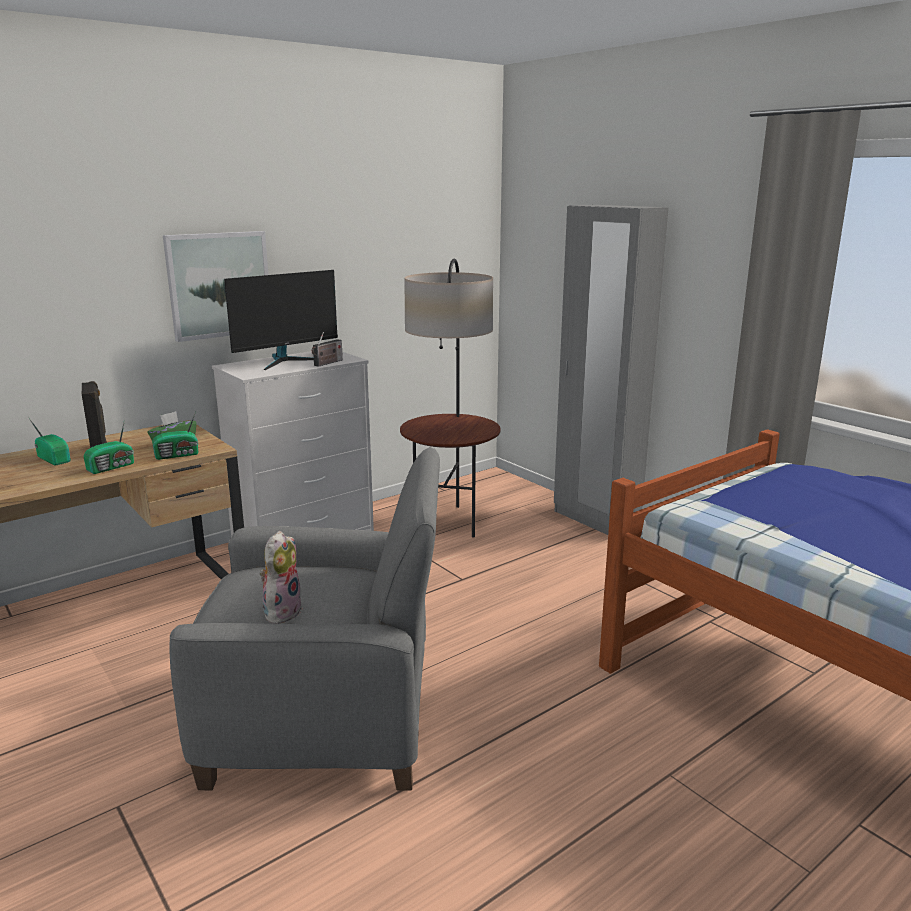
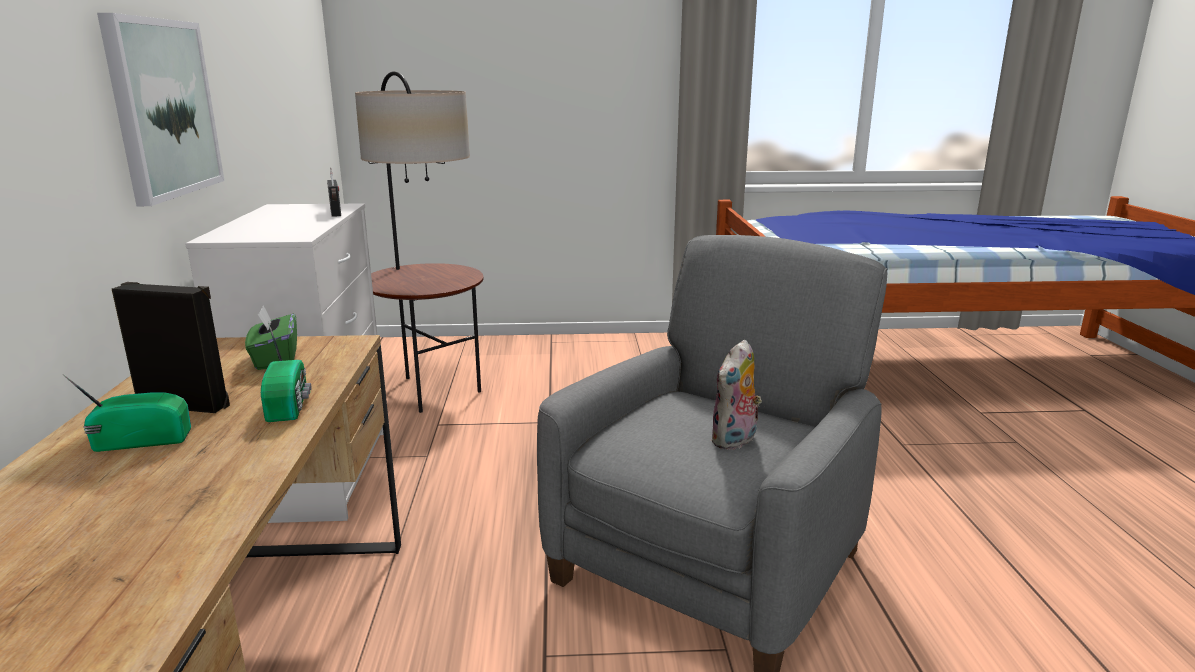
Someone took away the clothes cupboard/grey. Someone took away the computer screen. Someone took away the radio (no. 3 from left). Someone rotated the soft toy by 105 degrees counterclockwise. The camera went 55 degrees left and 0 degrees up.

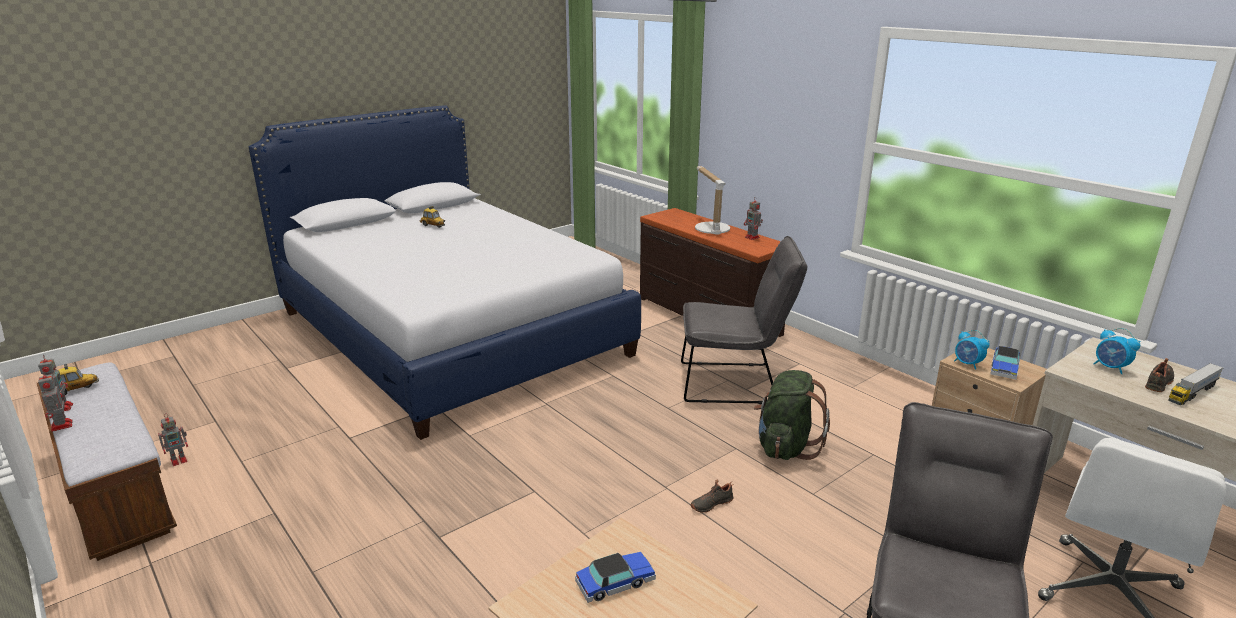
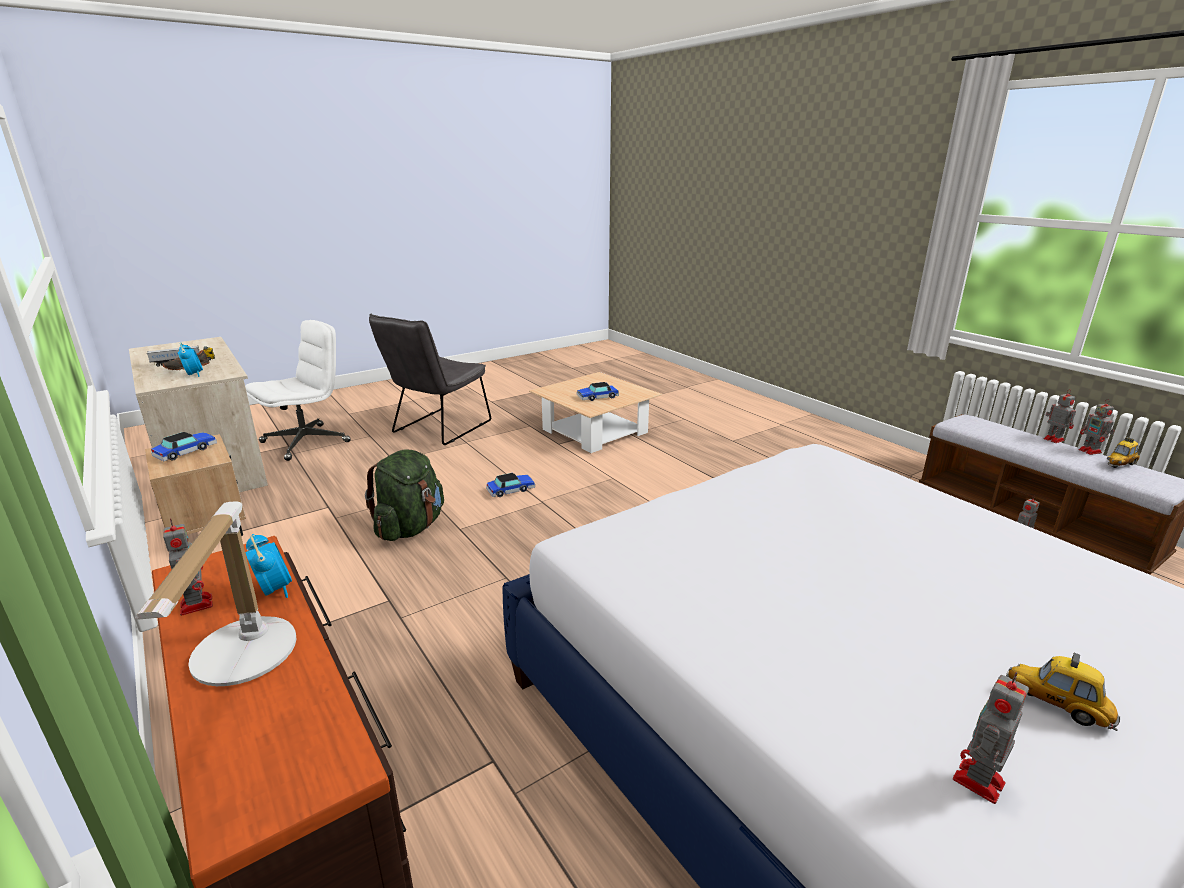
Someone took away the upright chair/grey (no. 1 from left). Someone carried the bedside clock (no. 1 from left in the first image). Someone swapped the shoe/blackish (no. 1 from left) for the miniature car (no. 2 from left). Someone put down the robot figure (no. 2 from left). The camera went 175 degrees left and 0 degrees up.

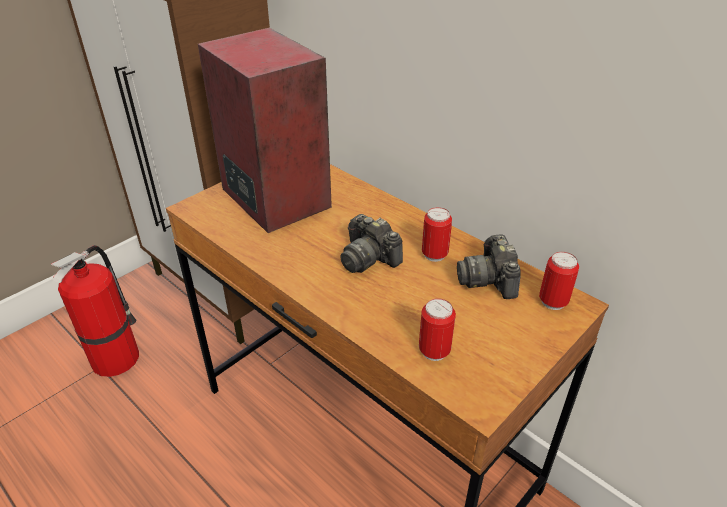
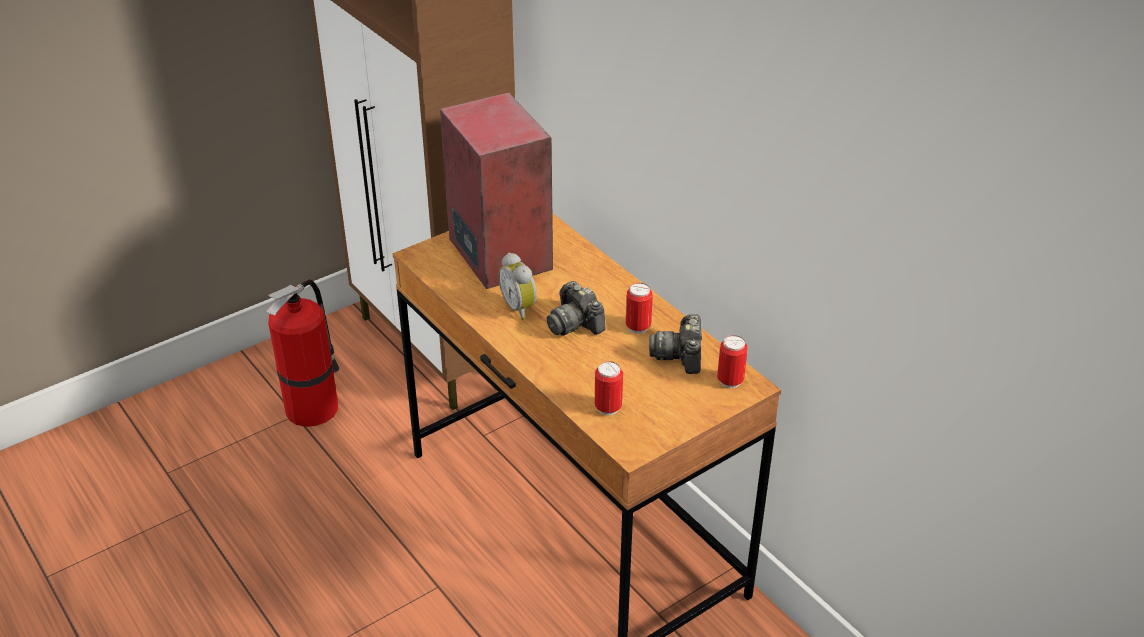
Someone put down the bedside clock. The camera went 10 degrees right and 0 degrees up.

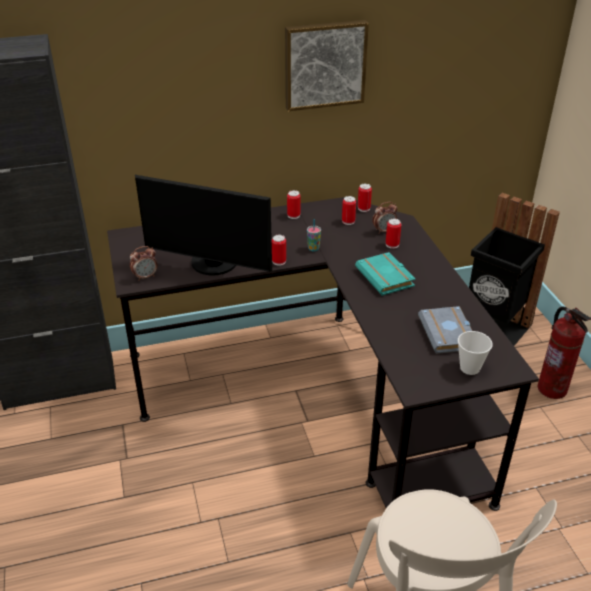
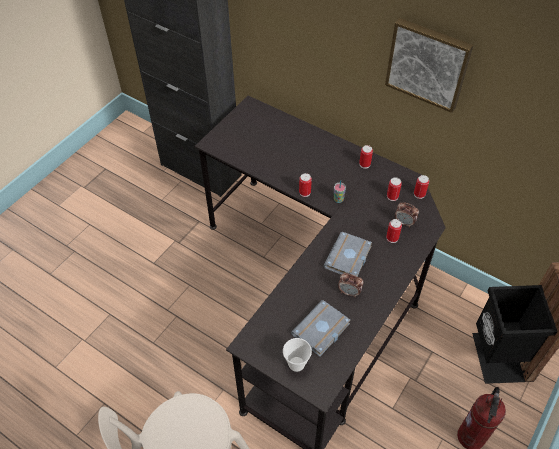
Someone took away the computer screen. Someone carried the bedside clock (no. 1 from left). Someone repainted the book/turquoise, which became the book/grey (no. 2 from left). The camera went 50 degrees right and 15 degrees up.

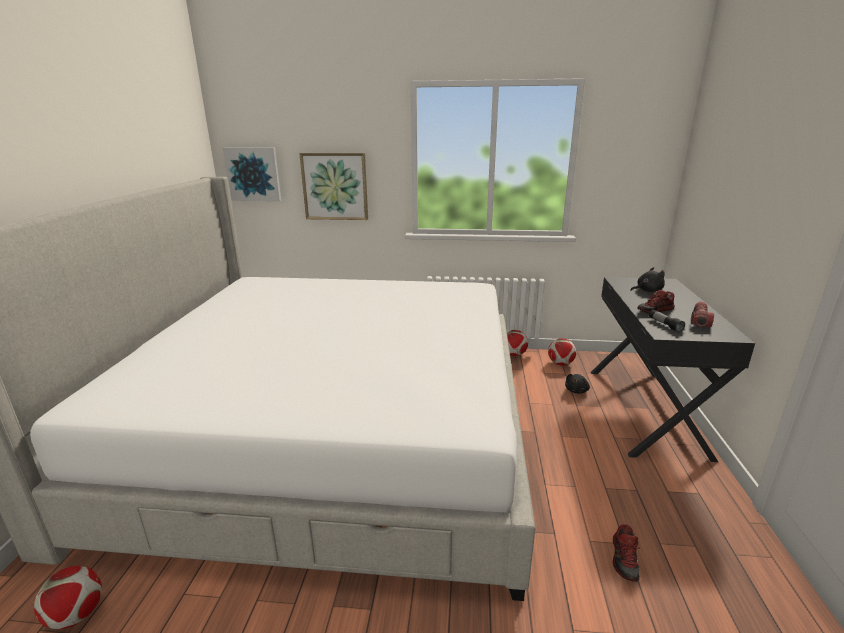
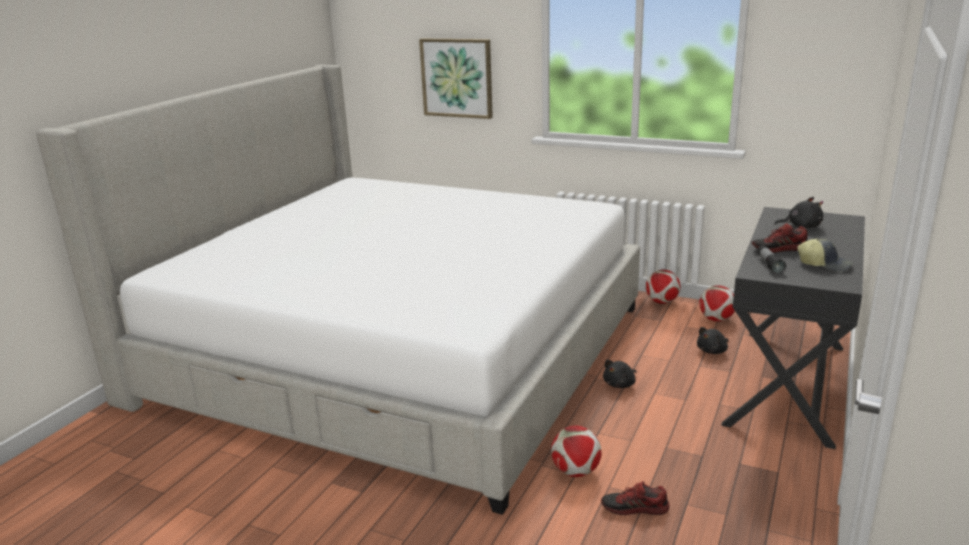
Someone took away the picture (no. 1 from left). Someone swapped the torch (no. 2 from left) for the peaked cap. Someone rotated the shoe (no. 1 from left) by 60 degrees clockwise. Someone carried the football ball (no. 1 from left). Someone put down the soft toy/blackish (no. 1 from left). The camera went 20 degrees right and 0 degrees up.

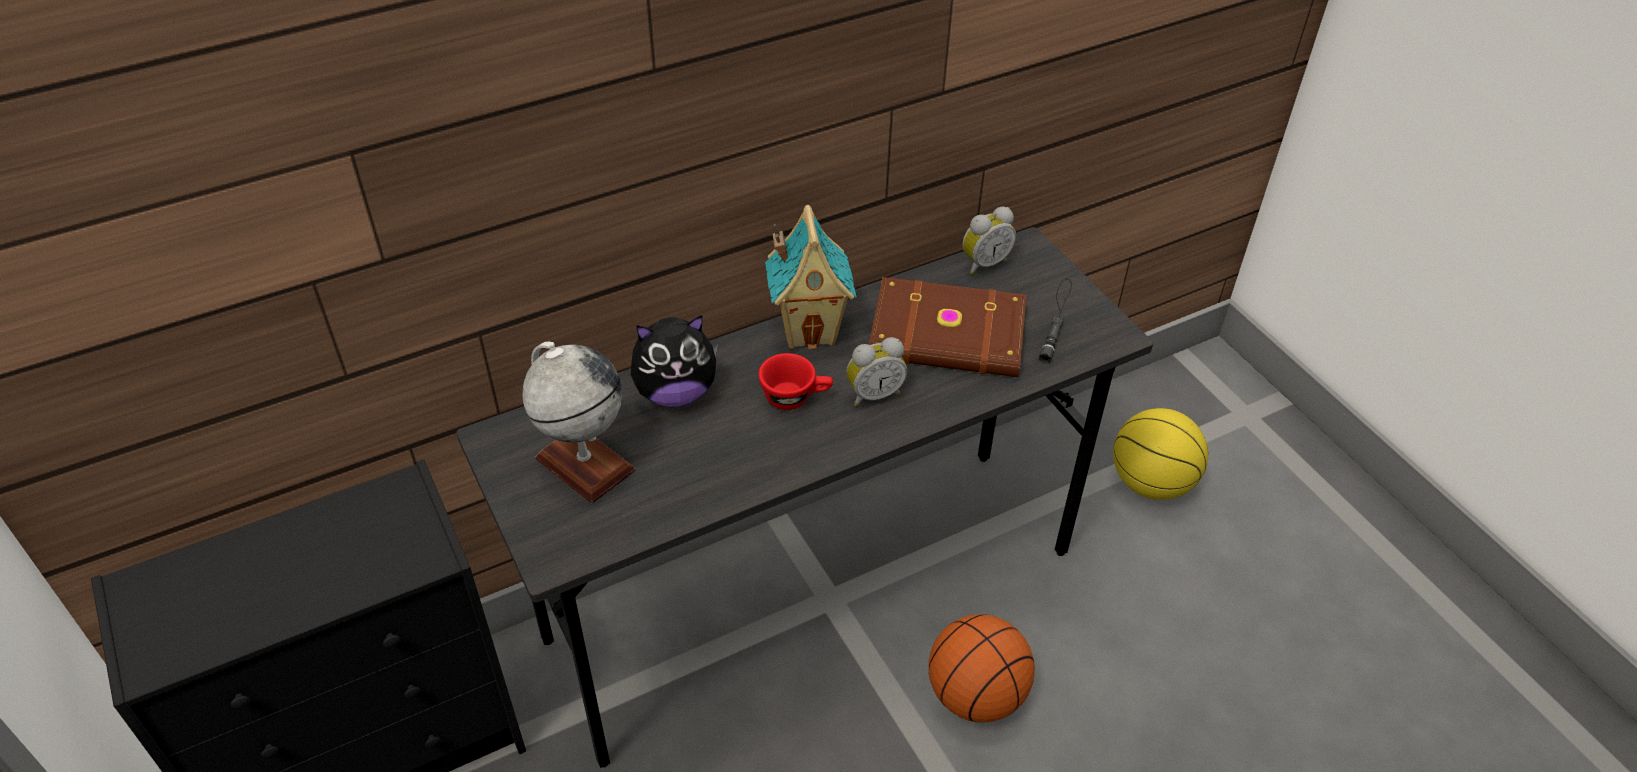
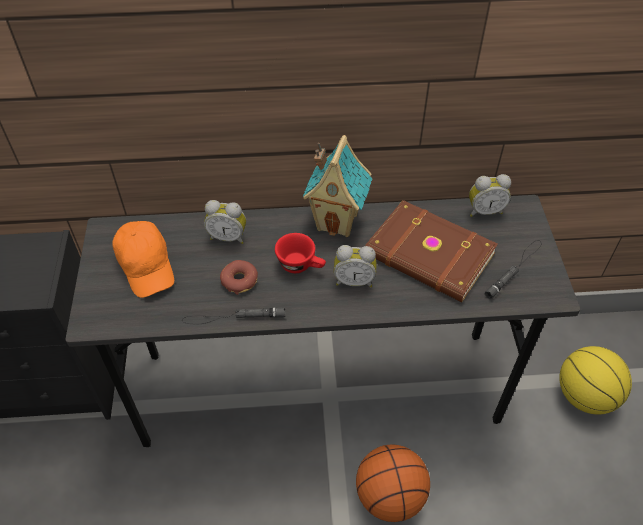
Someone swapped the soft toy for the bedside clock (no. 1 from left). Someone swapped the desk globe for the peaked cap/orange. Someone put down the ring doughnut. Someone put down the torch/blackish (no. 1 from left). The camera went 25 degrees right and 5 degrees up.

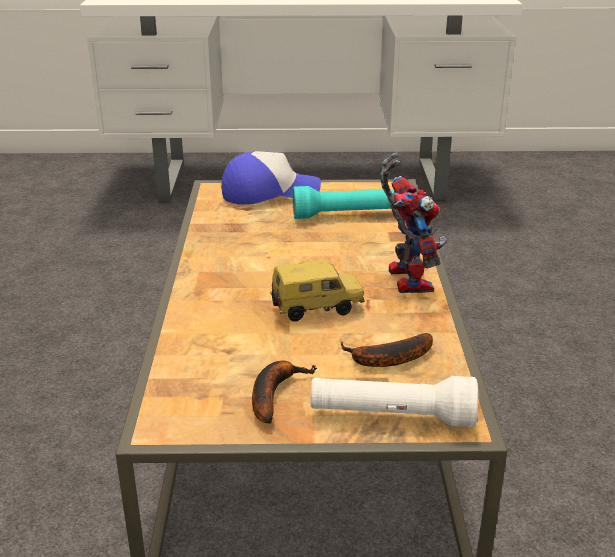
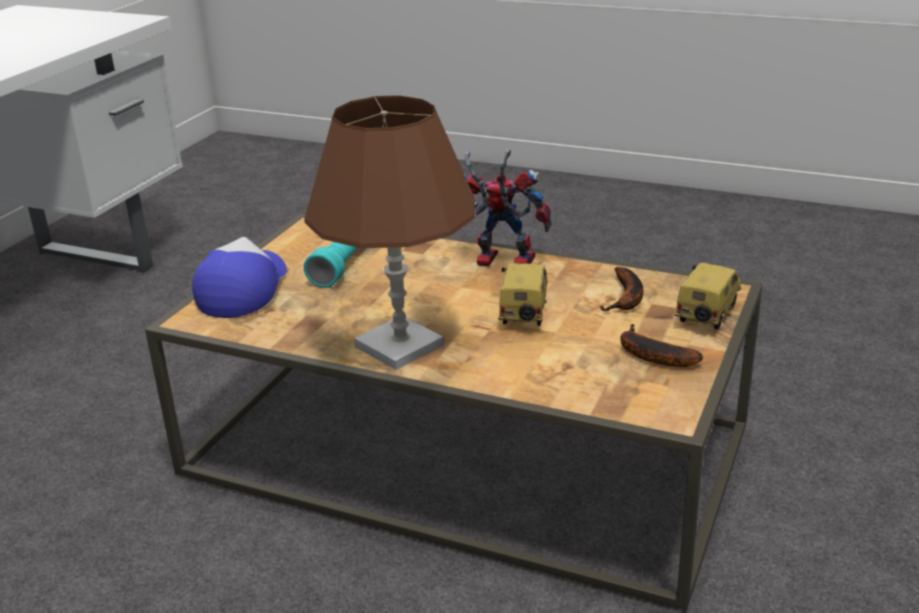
Someone swapped the torch/white-coloured for the miniature car (no. 2 from left). Someone put down the lamp for a table/brown. The camera went 65 degrees left and 0 degrees up.

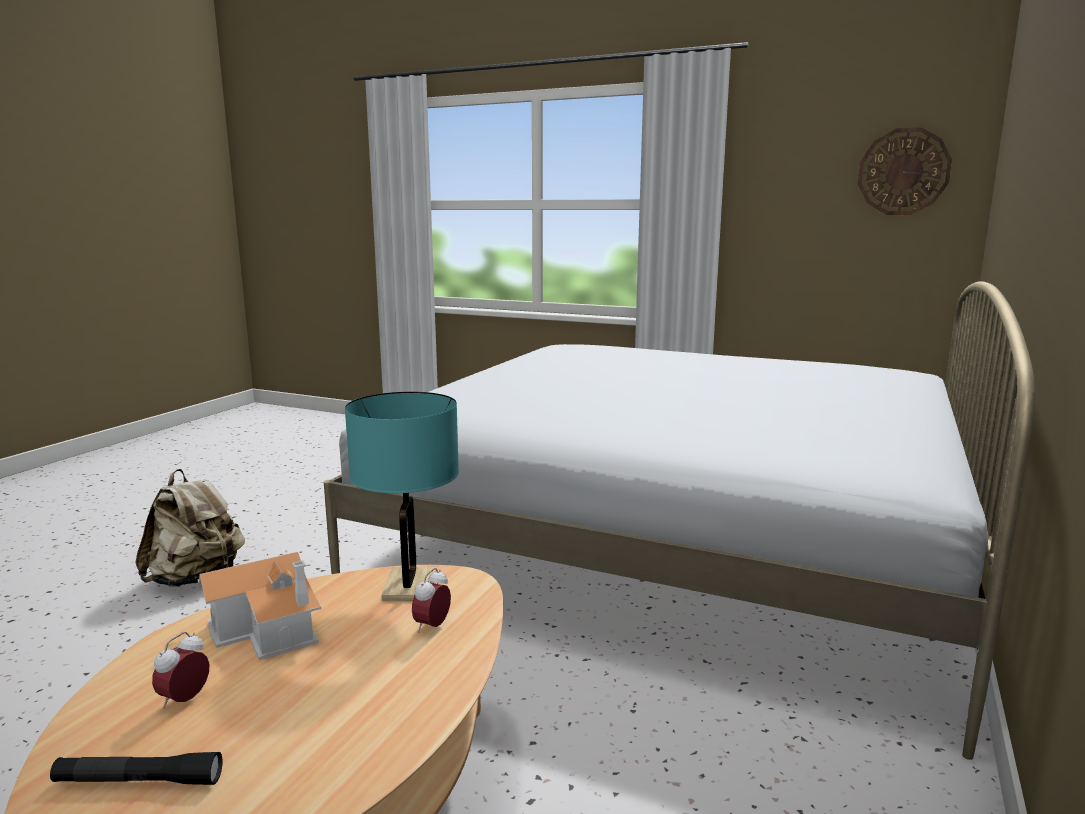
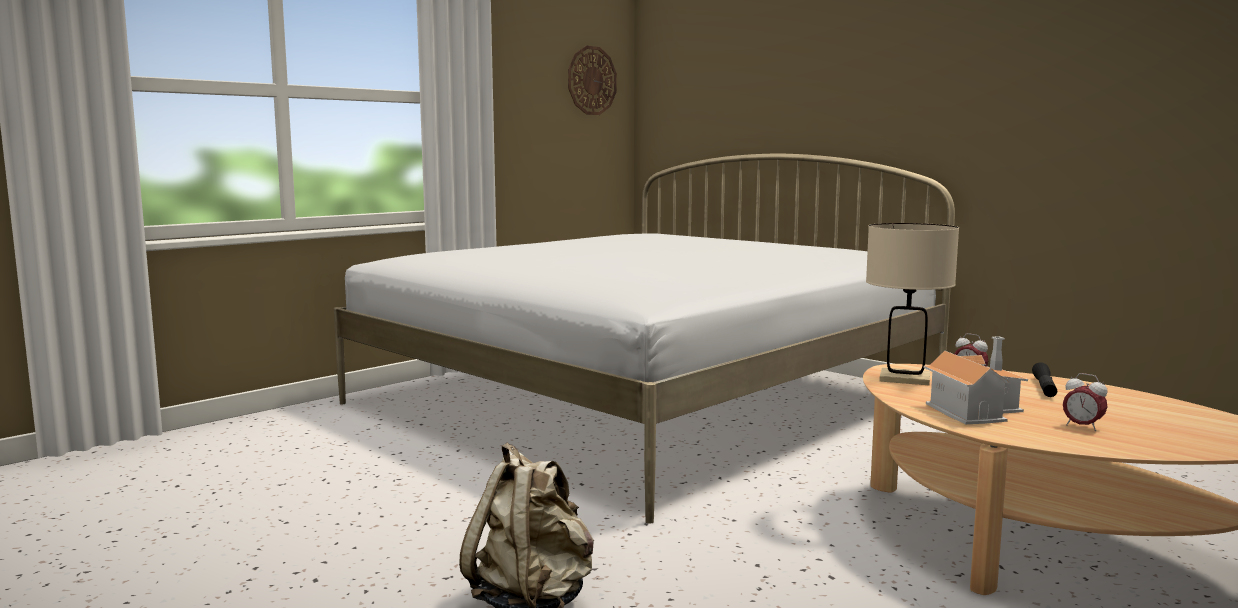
Someone repainted the lamp for a table/turquoise, which became the lamp for a table/beige. Someone carried the torch/blackish. The camera went 70 degrees left and 5 degrees down.

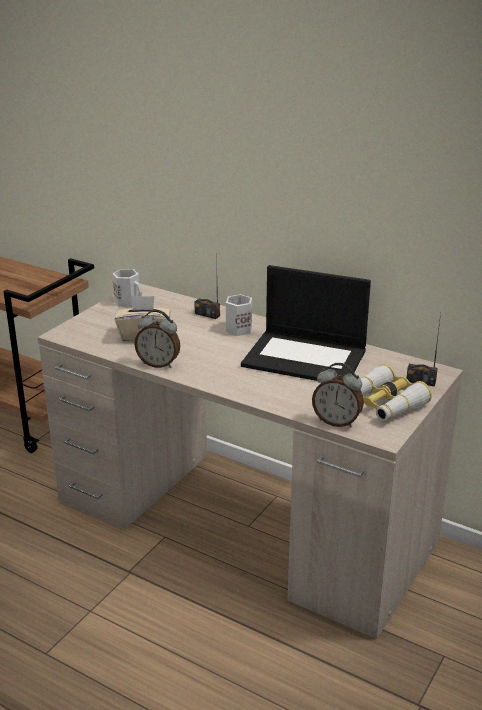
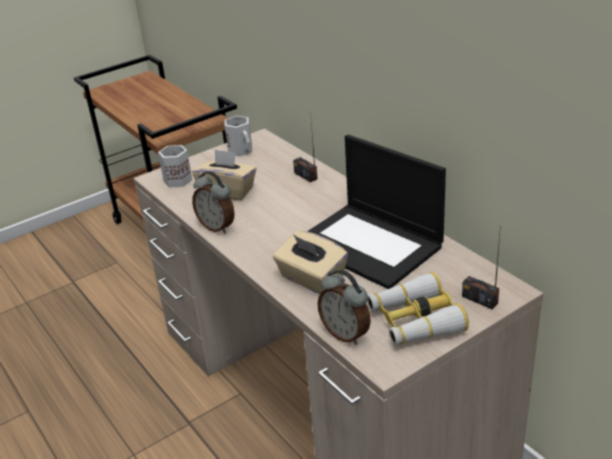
Someone carried the mug/white-coloured (no. 2 from left in the first image). Someone put down the box of tissues/beige (no. 2 from left). The camera went 25 degrees right and 5 degrees up.

